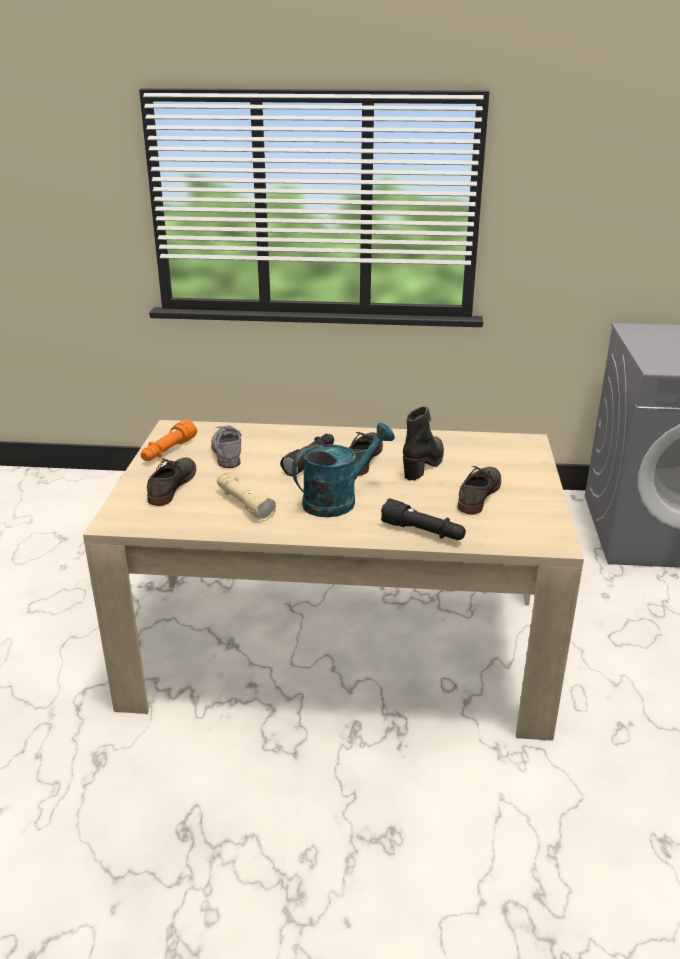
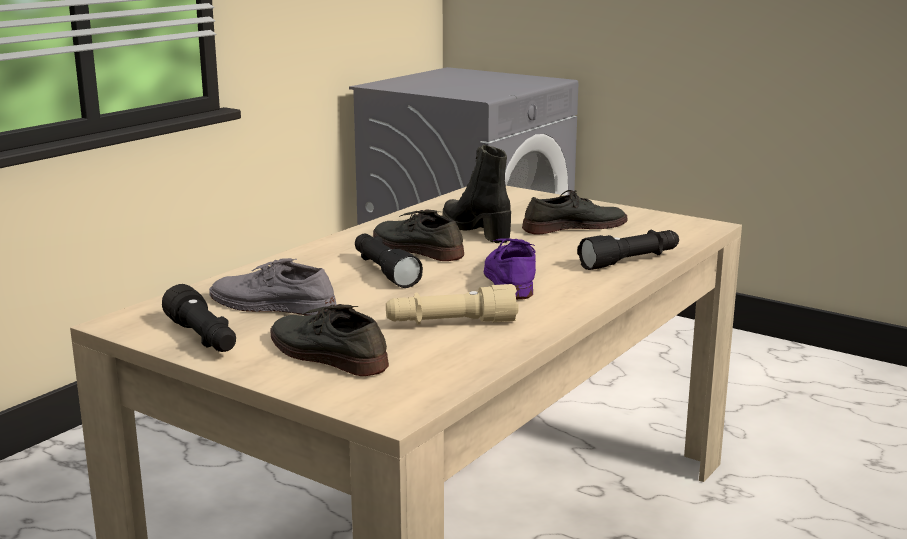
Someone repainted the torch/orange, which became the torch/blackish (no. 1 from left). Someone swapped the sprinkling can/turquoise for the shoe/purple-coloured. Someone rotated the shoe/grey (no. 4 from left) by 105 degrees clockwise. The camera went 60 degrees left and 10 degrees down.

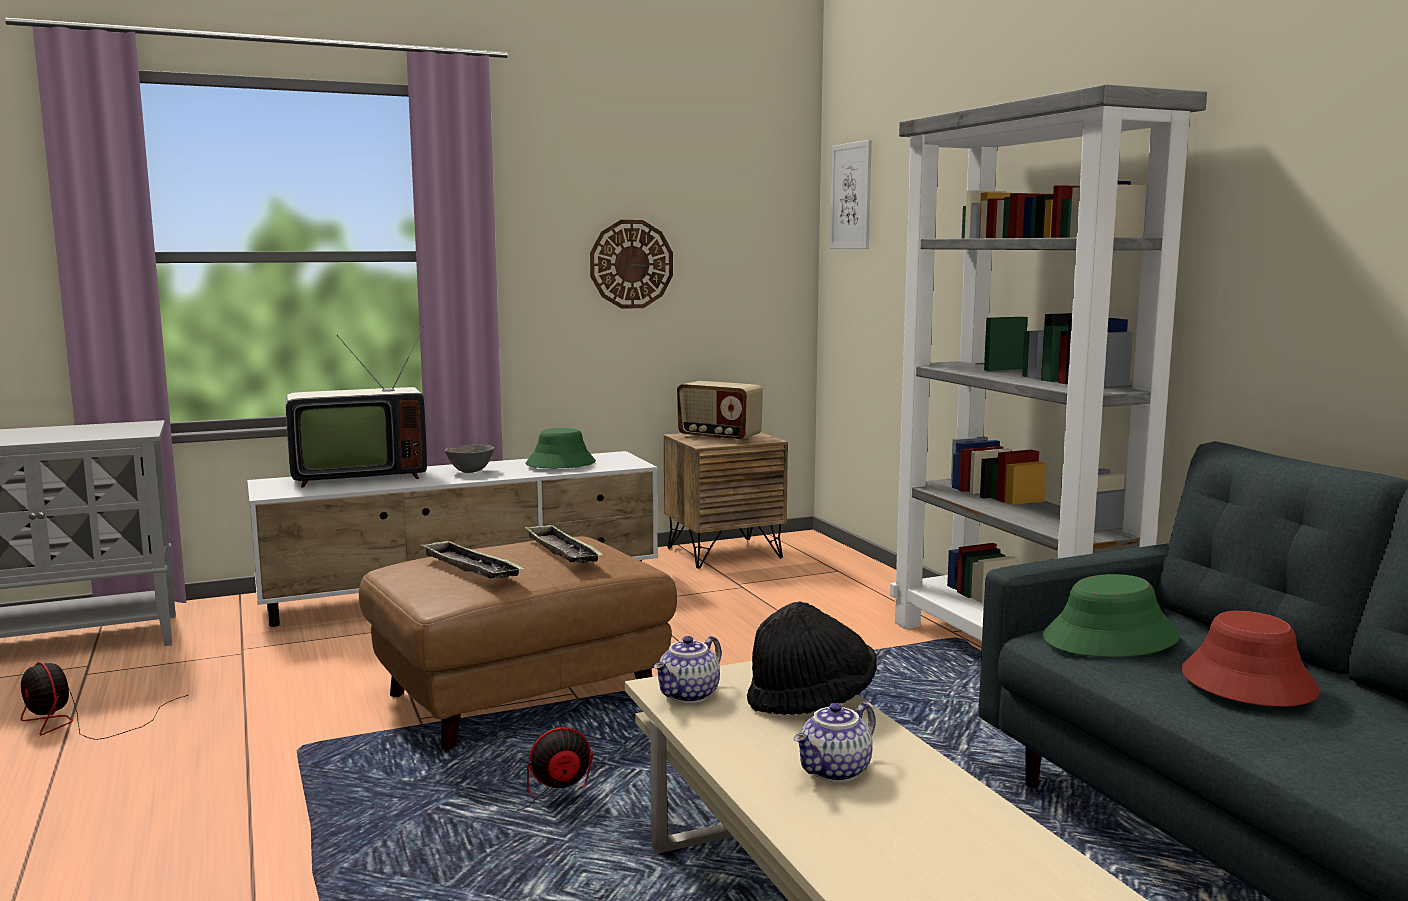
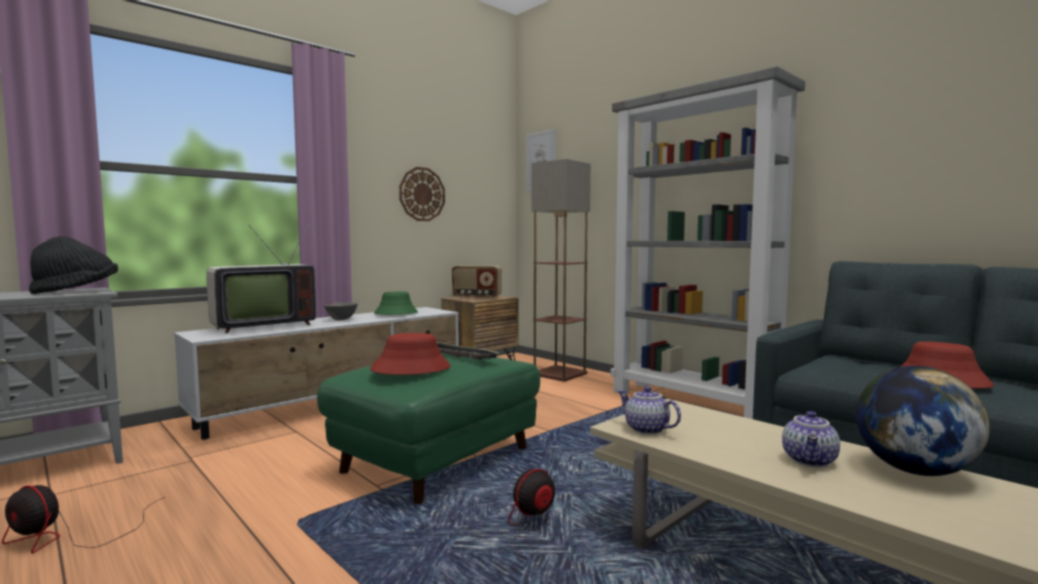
Someone repainted the footrest/brown, which became the footrest/greenish. Someone swapped the carrying tray (no. 1 from left) for the hat/red (no. 1 from left). Someone took away the hat/greenish (no. 2 from left). Someone carried the hat/blackish. Someone rotated the pot for tea (no. 1 from left) by 120 degrees clockwise. Someone put down the standing lamp. Someone put down the desk globe. The camera went 20 degrees left and 5 degrees down.

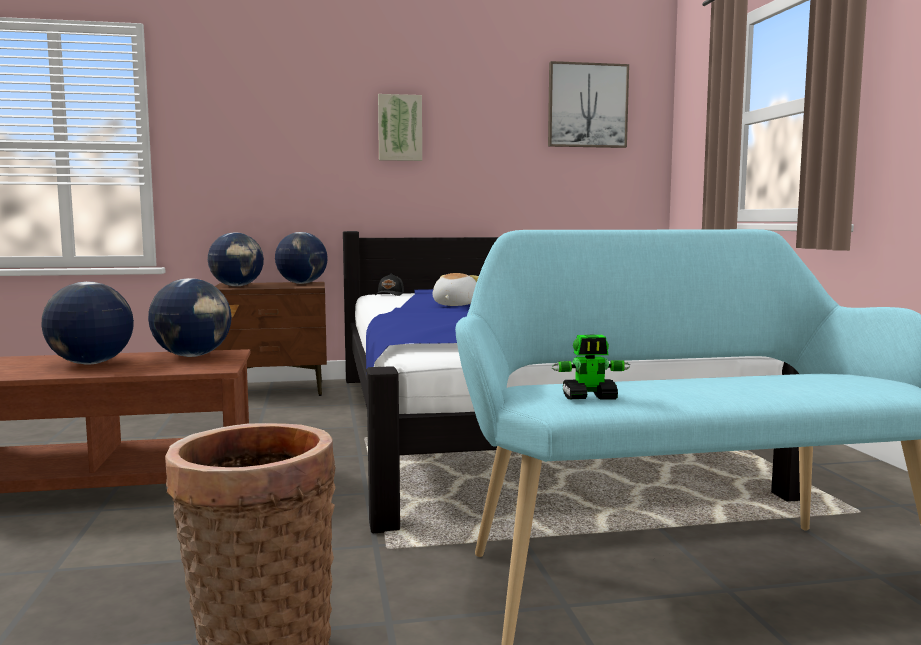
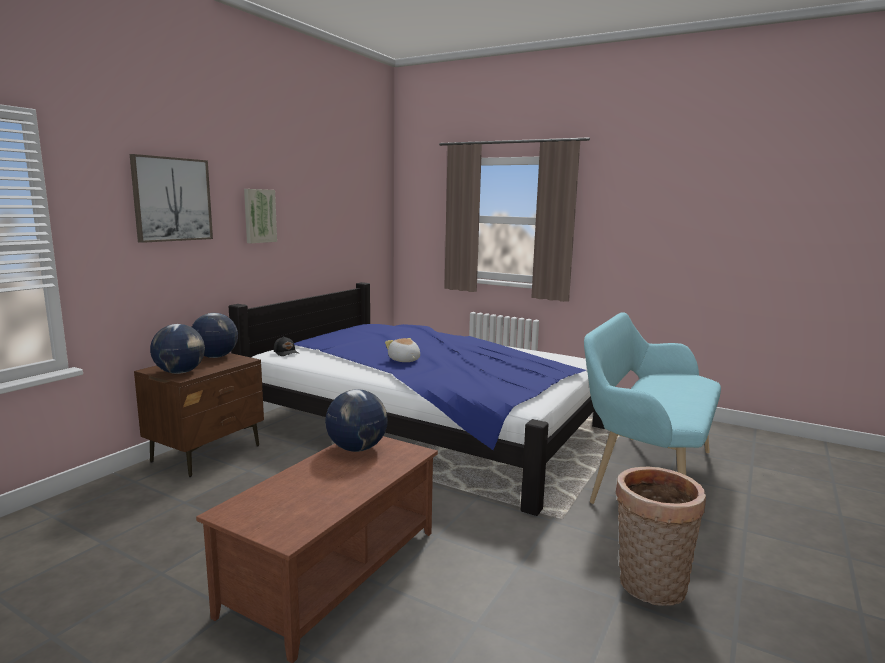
Someone carried the picture (no. 2 from left in the first image). Someone took away the desk globe (no. 1 from left). Someone took away the robot figure. The camera went 50 degrees left and 5 degrees up.

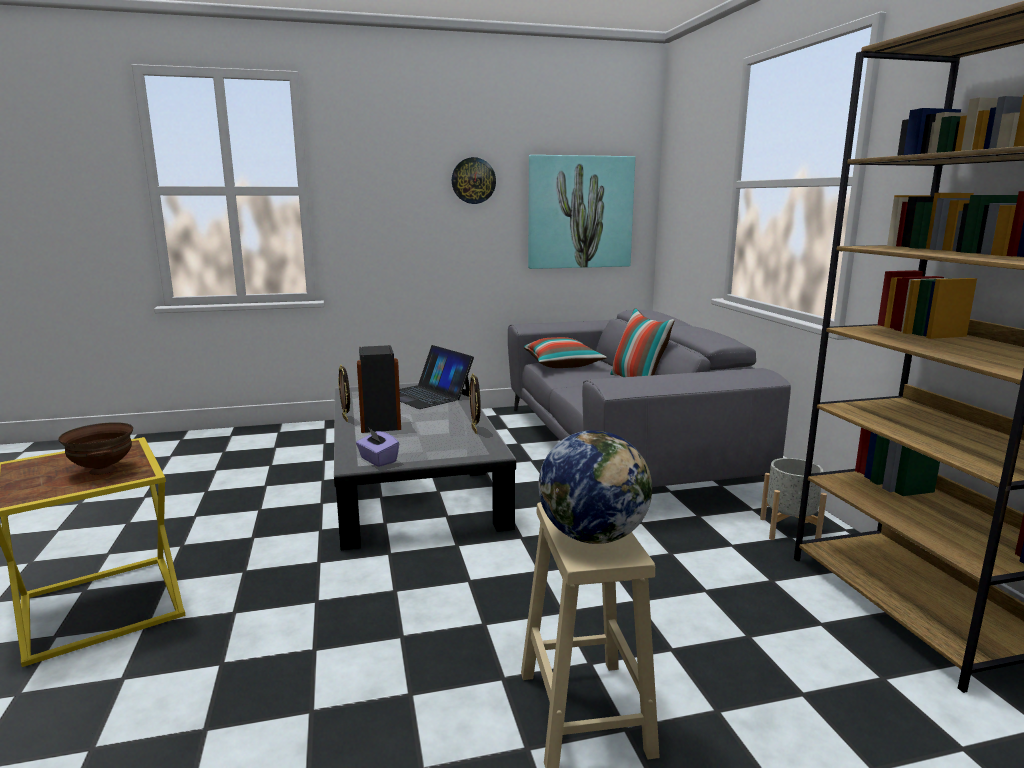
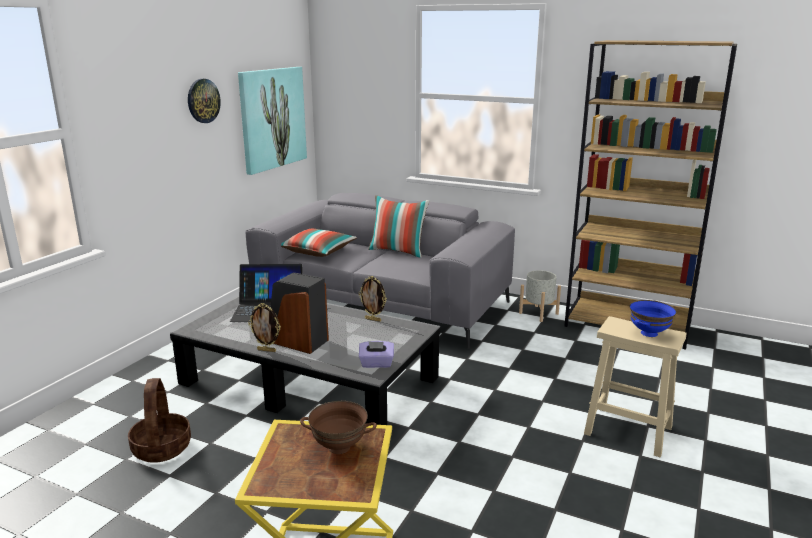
Someone swapped the desk globe for the deep dish/blue-coloured. Someone put down the household basket. The camera went 50 degrees left and 5 degrees up.

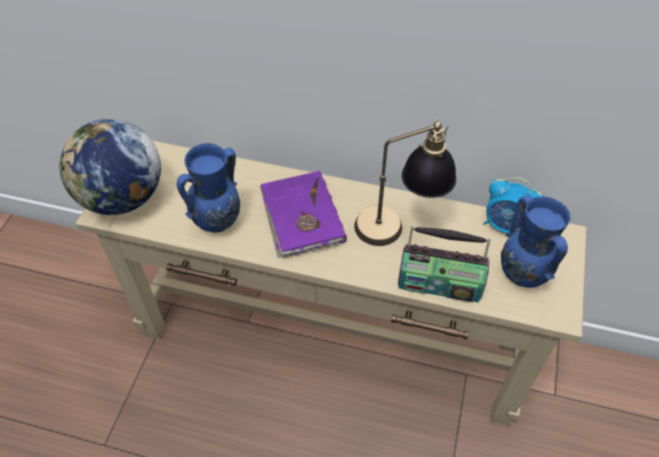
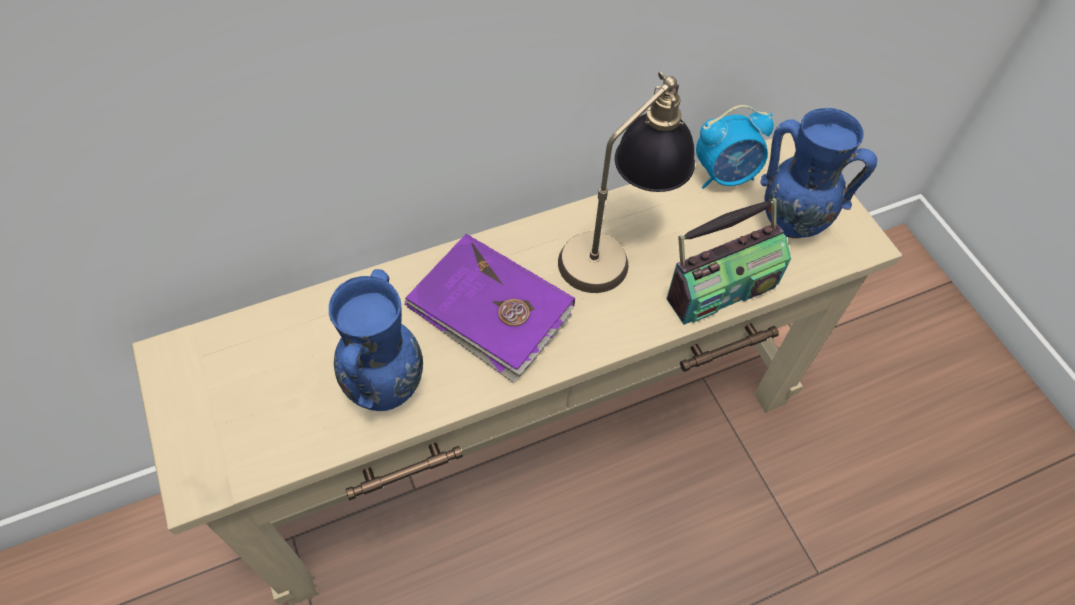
Someone took away the desk globe. The camera went 40 degrees left and 5 degrees up.

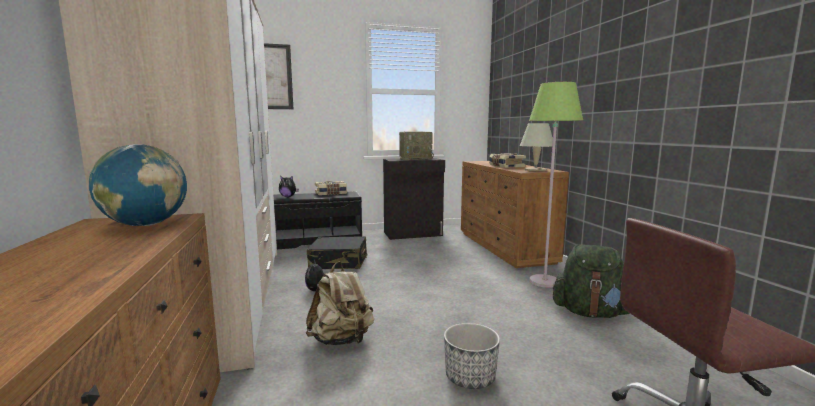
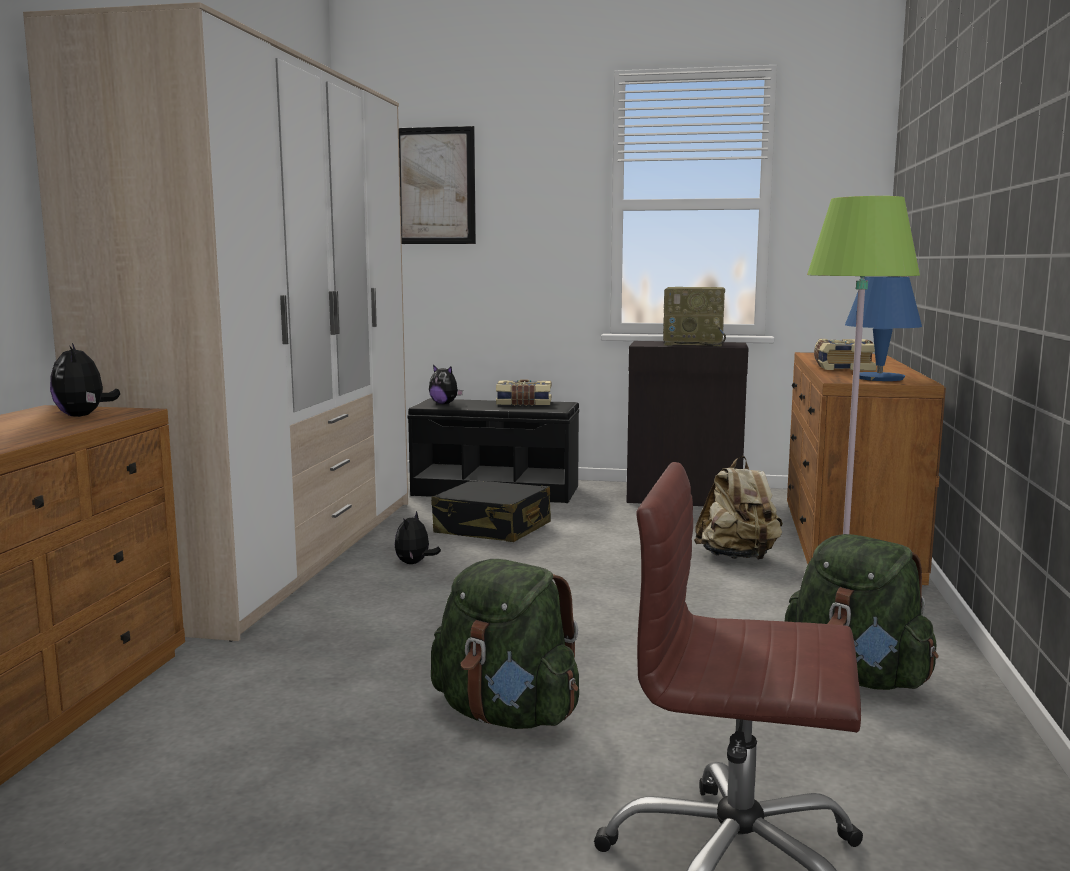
Someone repainted the lamp for a table/beige, which became the lamp for a table/blue-coloured. Someone swapped the desk globe for the soft toy (no. 1 from left). Someone carried the knapsack/beige. Someone swapped the planter for the knapsack/greenish (no. 1 from left). The camera went 25 degrees right and 0 degrees up.

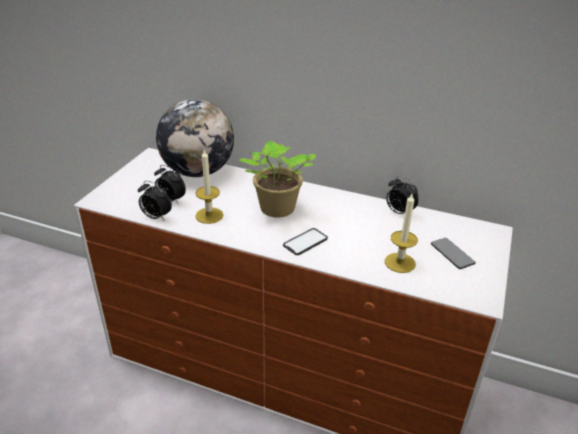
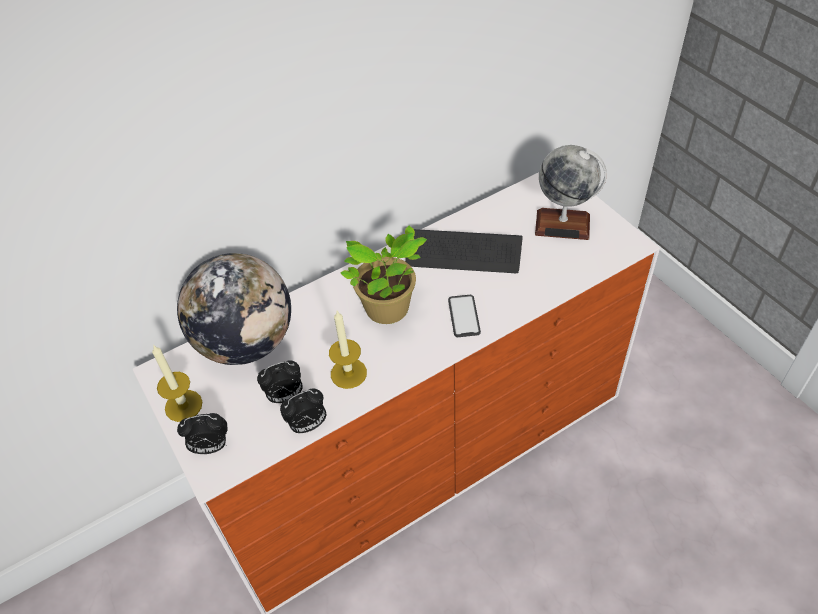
Someone carried the bedside clock (no. 3 from left in the first image). Someone carried the wax candle (no. 2 from left in the first image). Someone swapped the phone (no. 2 from left) for the desk globe (no. 2 from left). Someone put down the computer keyboard. The camera went 50 degrees left and 15 degrees up.

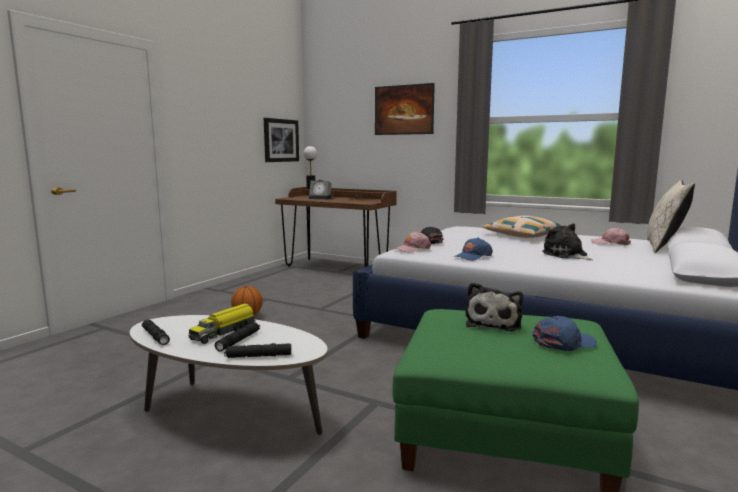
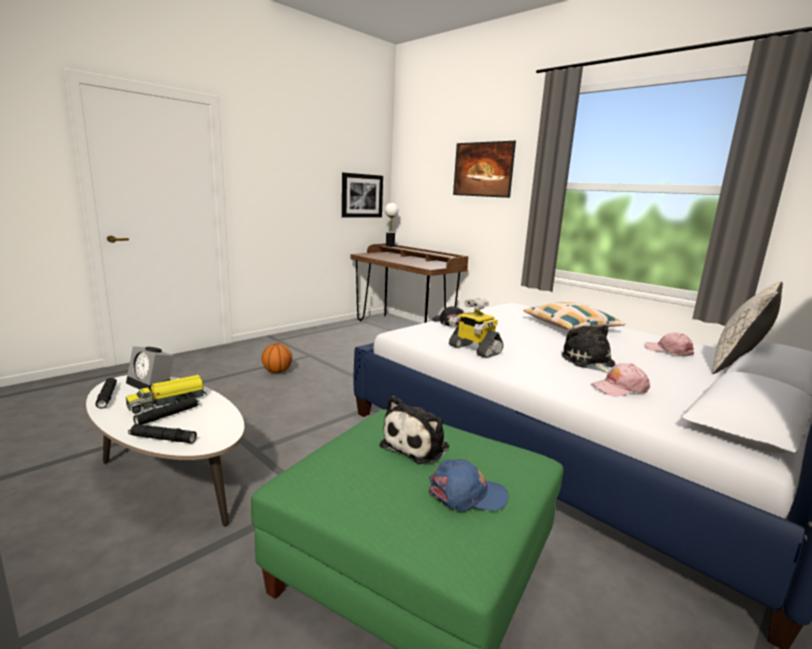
Someone carried the bedside clock. Someone carried the peaked cap/pink (no. 1 from left). Someone swapped the peaked cap/blue-coloured (no. 1 from left) for the robot figure. The camera went 15 degrees right and 5 degrees up.

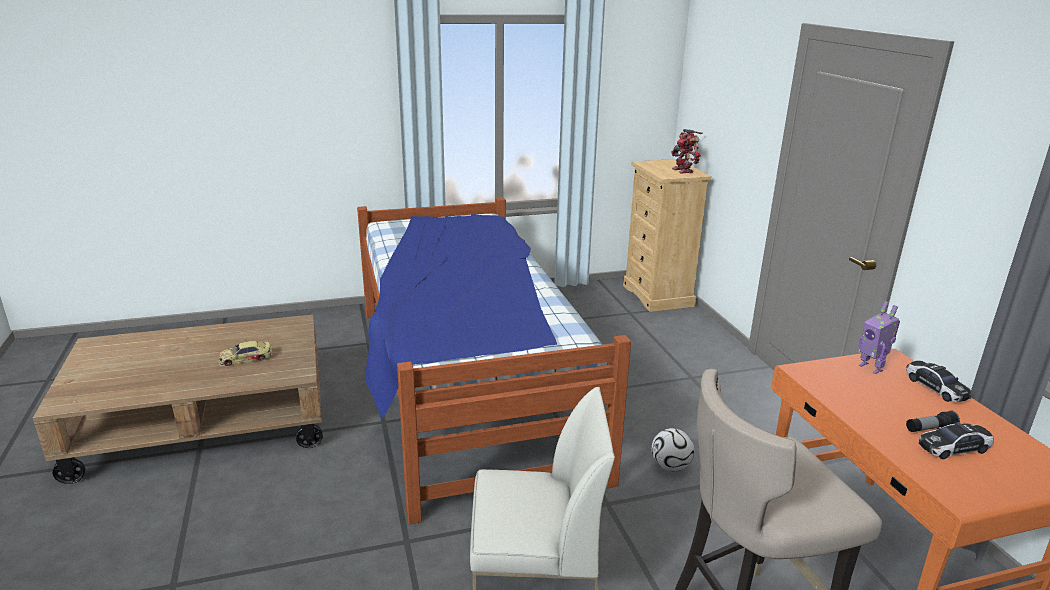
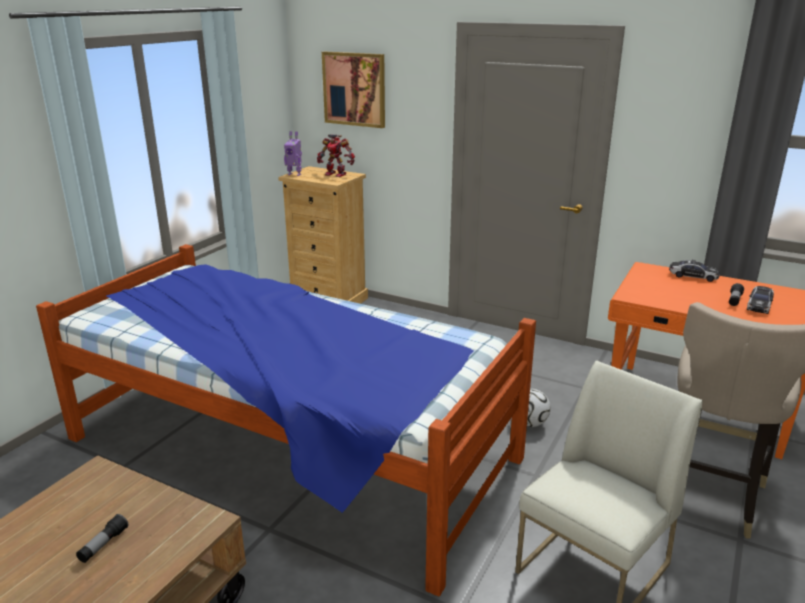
Someone carried the robot figure (no. 2 from left in the first image). Someone swapped the miniature car (no. 1 from left) for the torch (no. 1 from left). Someone put up the picture. The camera went 45 degrees left and 0 degrees up.

